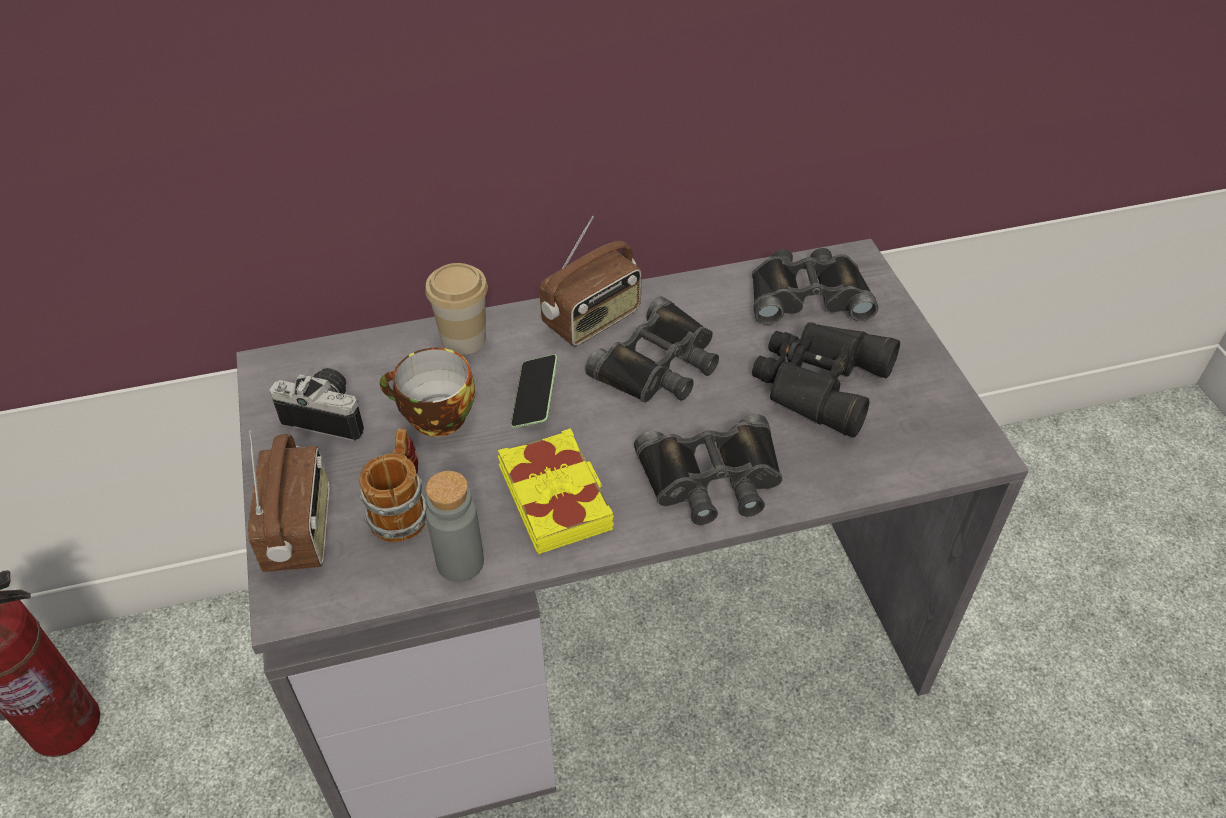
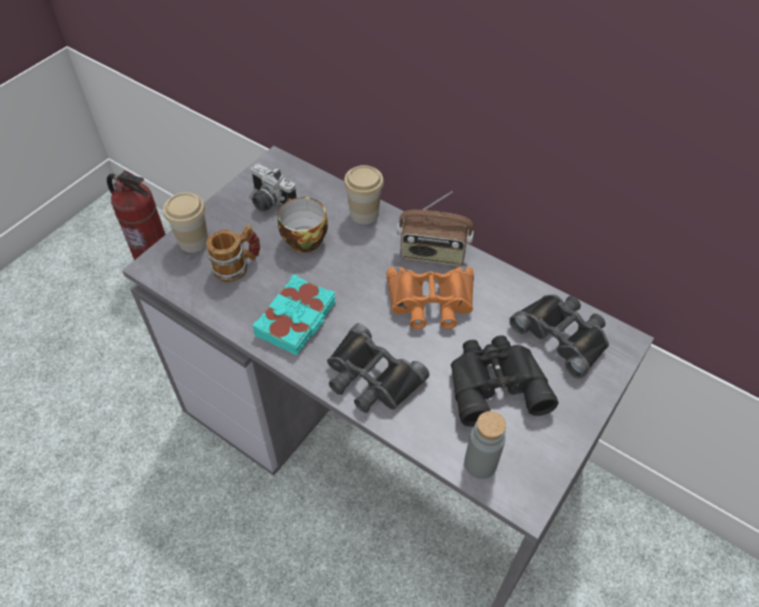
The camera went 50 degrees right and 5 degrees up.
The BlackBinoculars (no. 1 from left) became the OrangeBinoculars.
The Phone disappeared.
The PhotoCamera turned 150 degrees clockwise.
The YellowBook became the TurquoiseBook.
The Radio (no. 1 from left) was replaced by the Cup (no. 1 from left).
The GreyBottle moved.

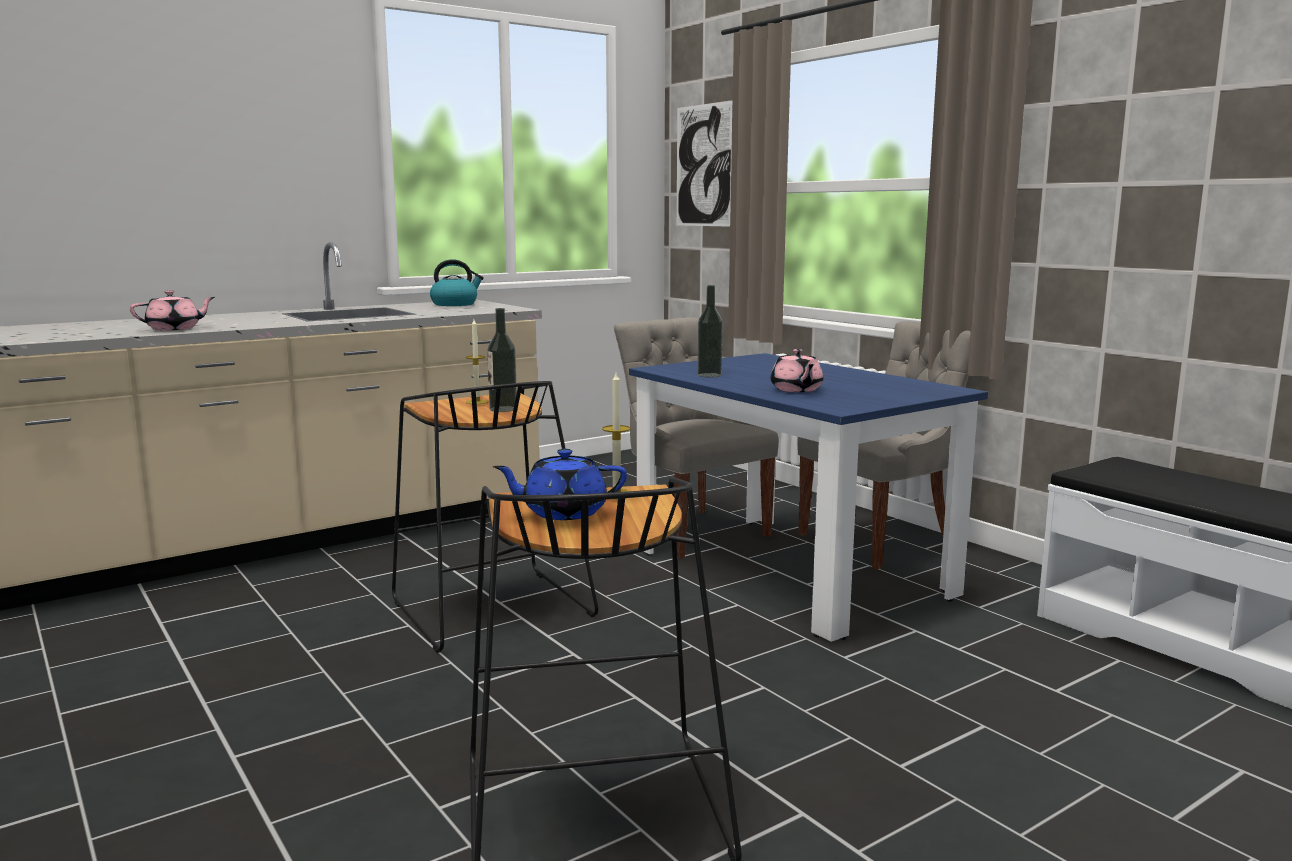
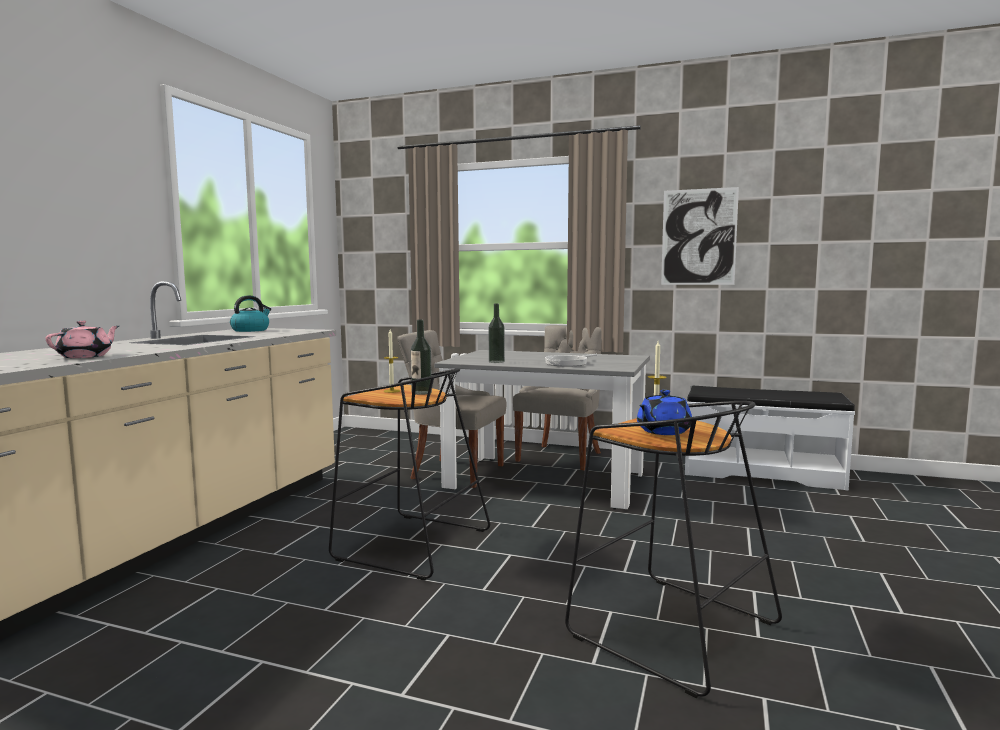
The camera went 35 degrees left and 5 degrees down.
The Picture moved.
The PinkTeapot (no. 2 from left) was replaced by the FryingPan.
The BlueDiningTable became the GreyDiningTable.

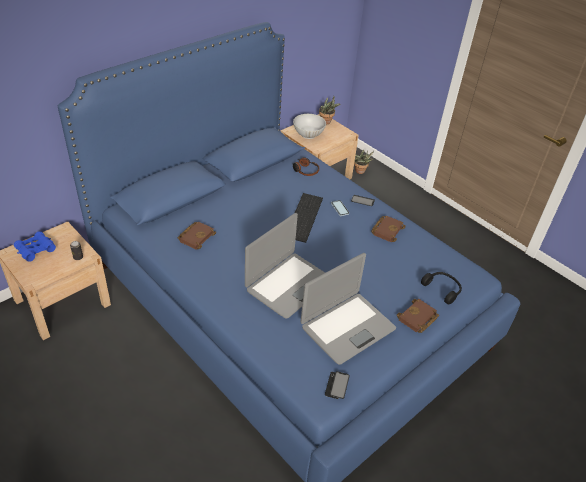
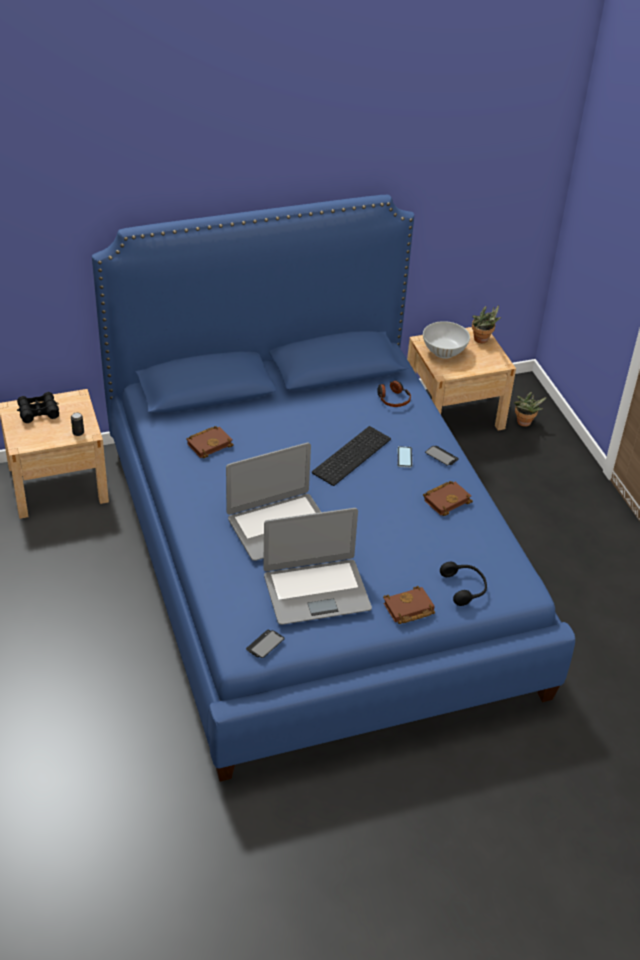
The camera went 25 degrees right and 0 degrees up.
The BlueBinoculars became the BlackBinoculars.

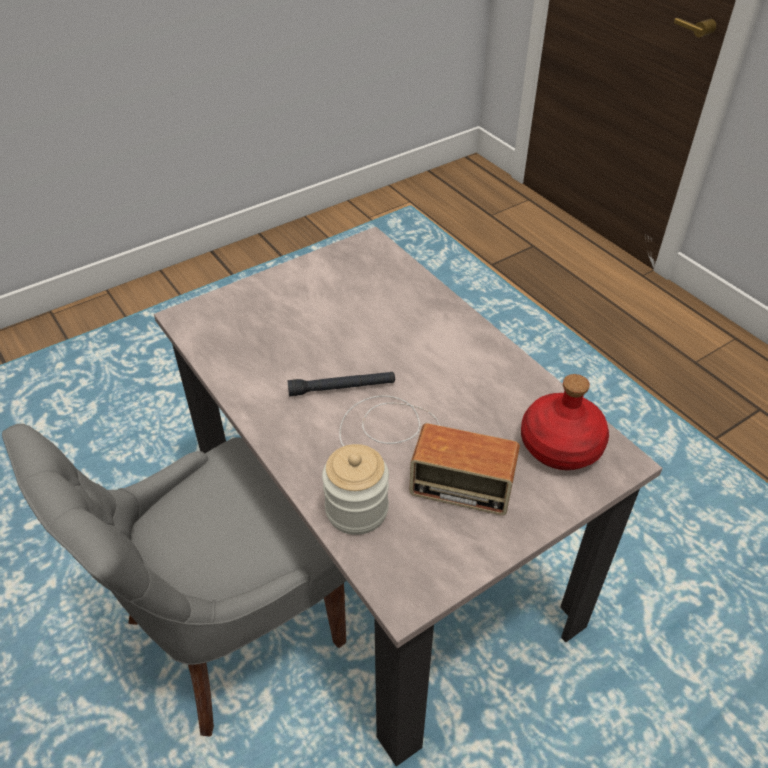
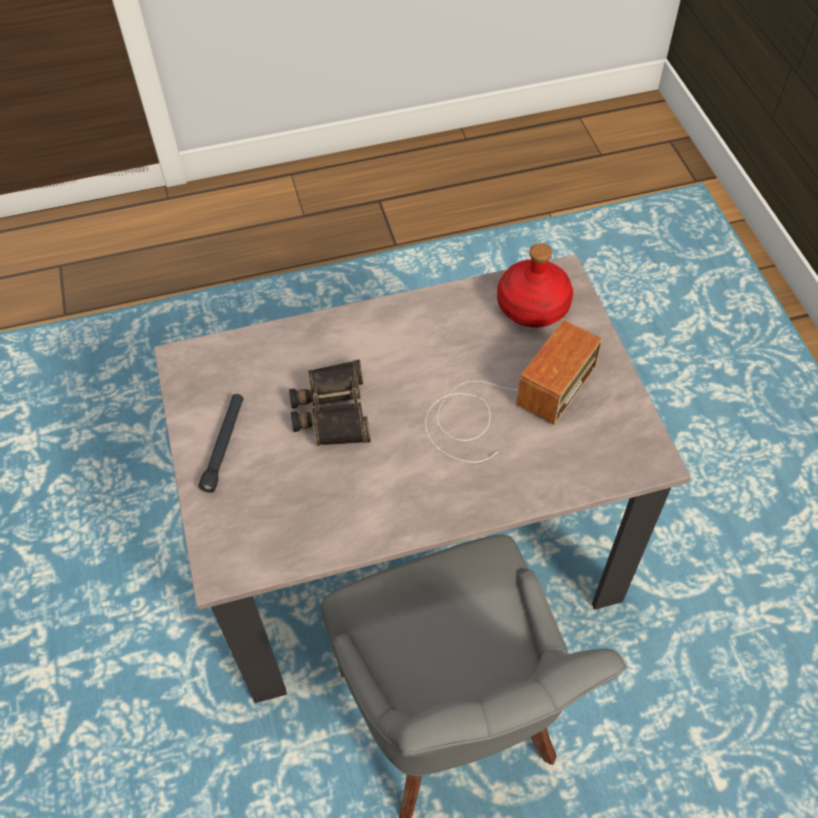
The camera went 70 degrees left and 10 degrees up.
The BlackFlashlight moved.
The Jar disappeared.
The Binoculars appeared.

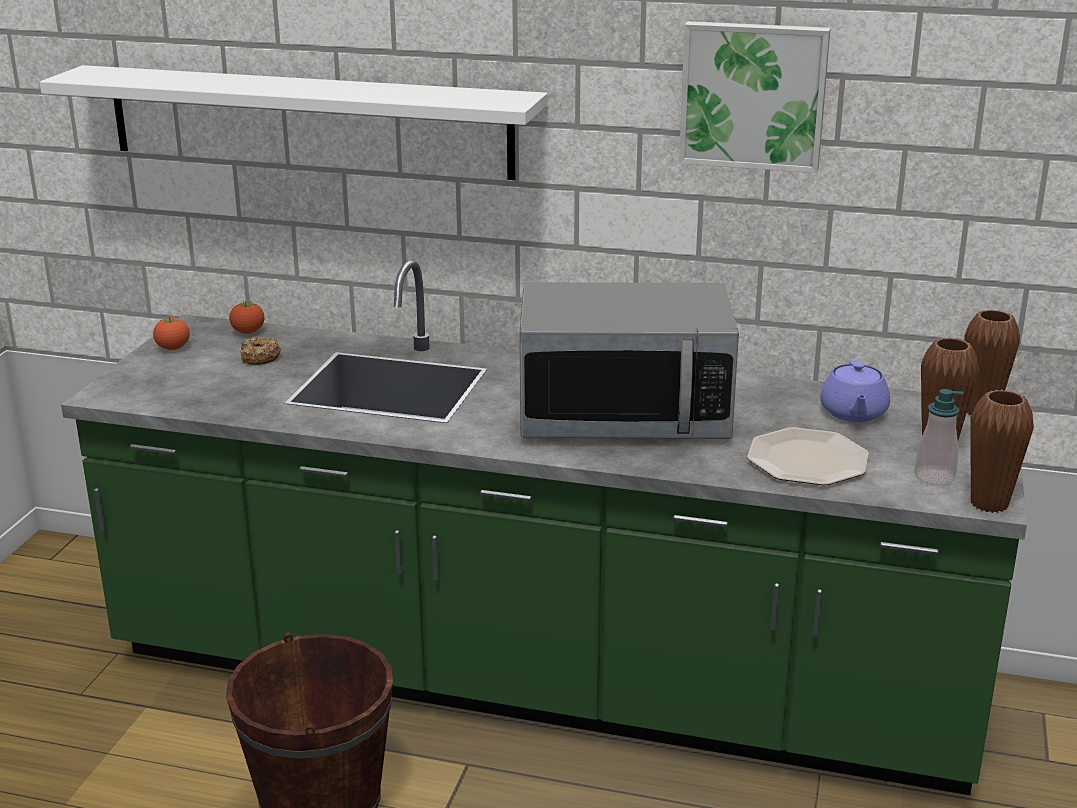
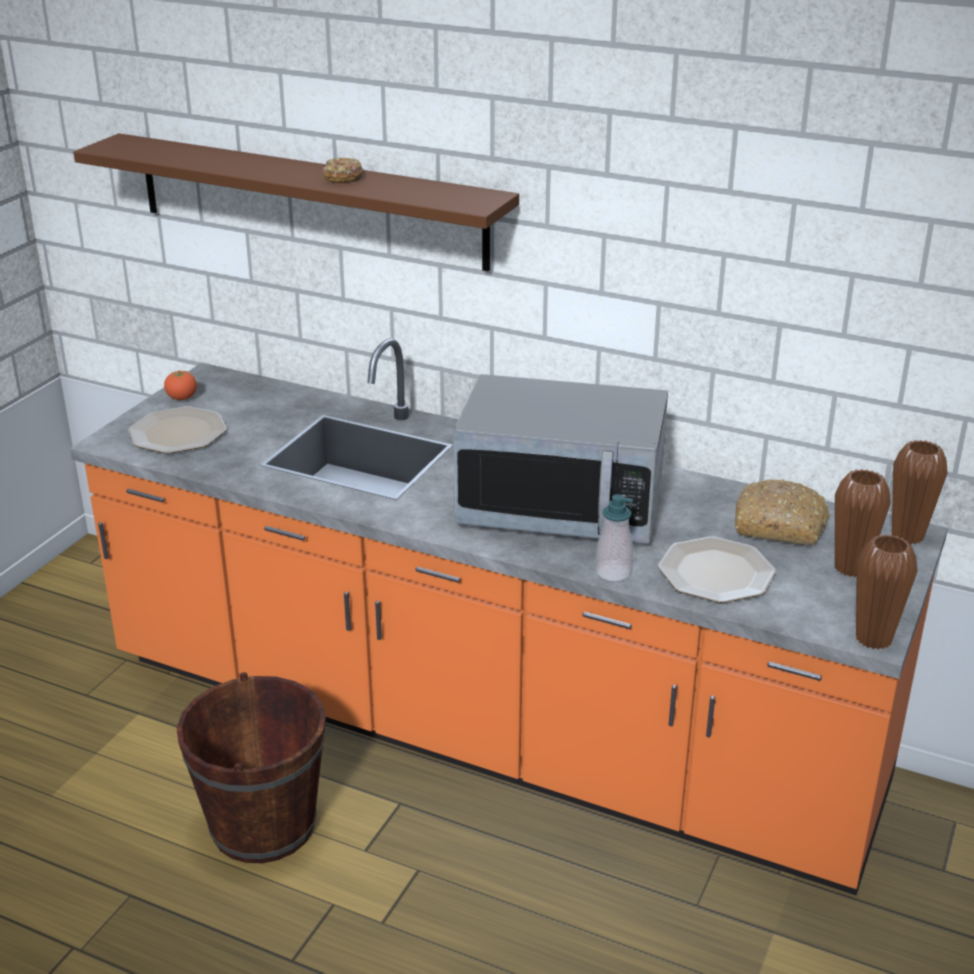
The camera went 10 degrees right and 5 degrees up.
The Picture disappeared.
The WhiteShelf became the BrownShelf.
The GreenCounter became the OrangeCounter.
The Tomato (no. 2 from left) disappeared.
The Donut moved.
The PurpleTeapot was replaced by the Bread.
The SoapDispenser moved.
The Plate (no. 1 from left) appeared.

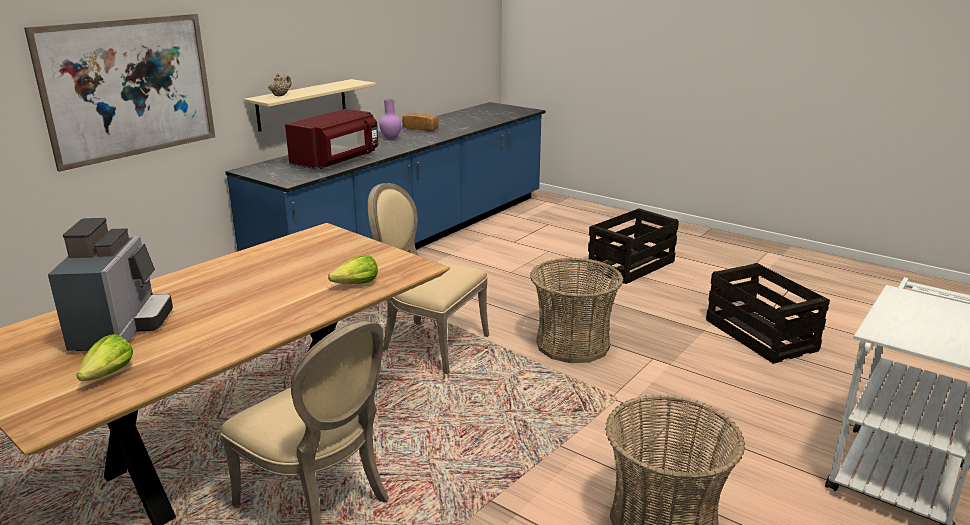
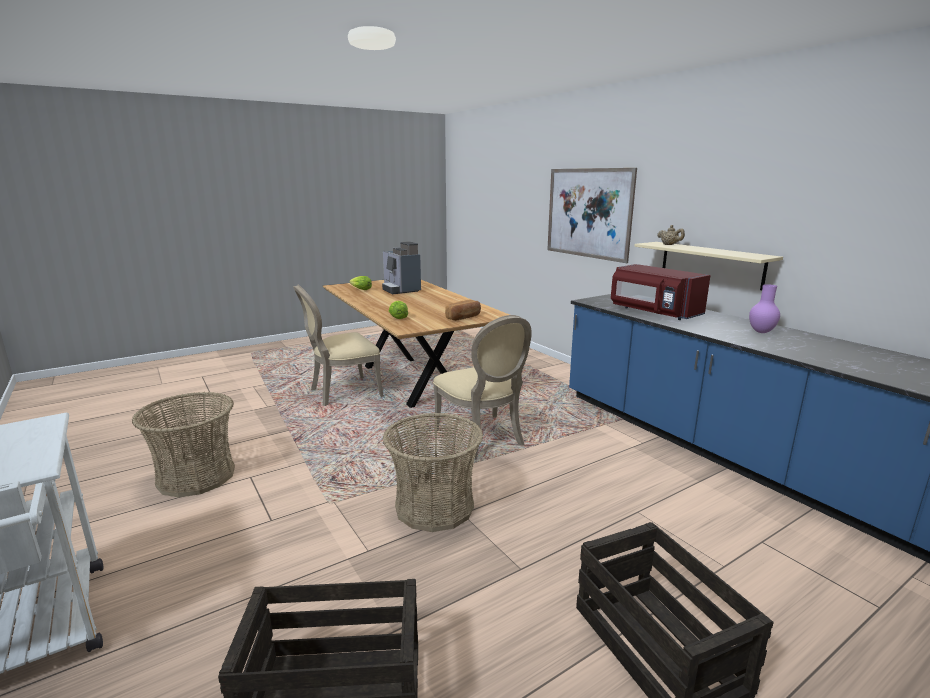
The camera went 110 degrees right and 5 degrees down.
The Bread moved.
The BeigeChair (no. 2 from left) turned 105 degrees clockwise.
The CoffeeMachine turned 45 degrees clockwise.

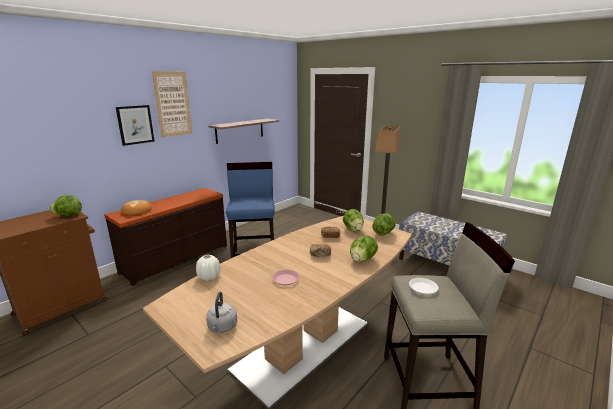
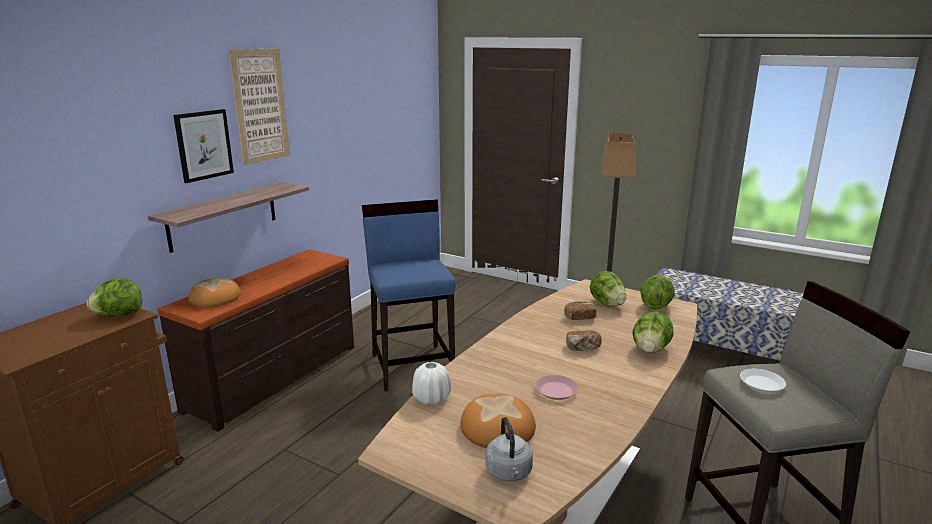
The camera went 10 degrees left and 0 degrees up.
The Shelf moved.
The Bread (no. 2 from left) appeared.

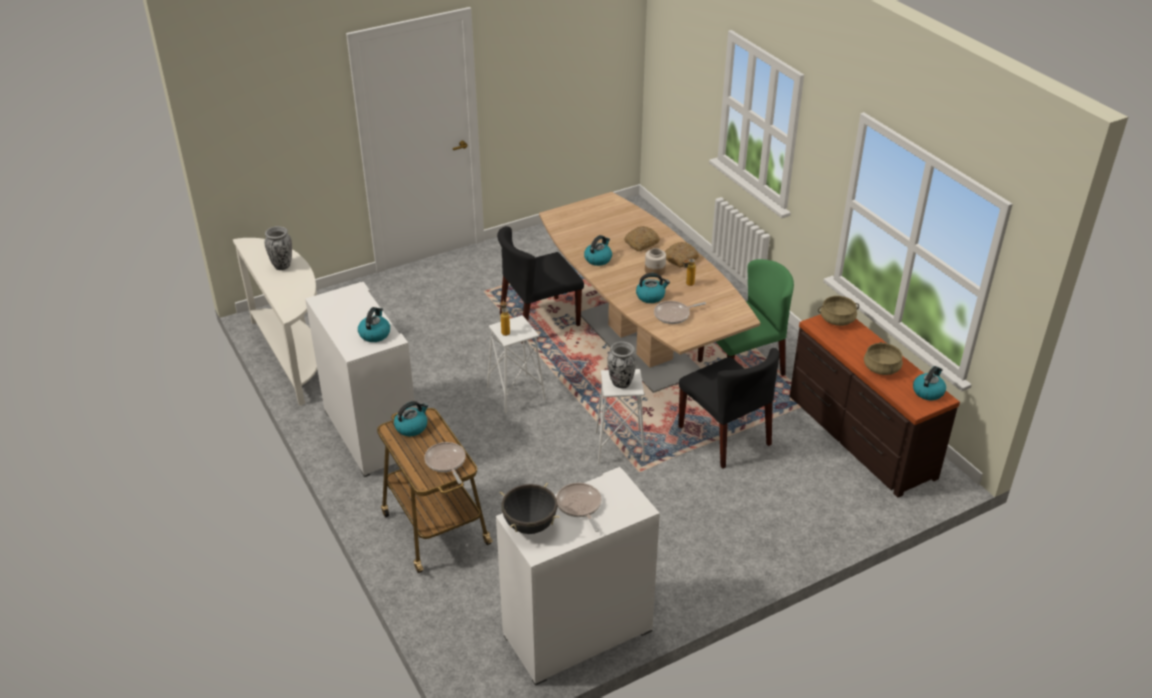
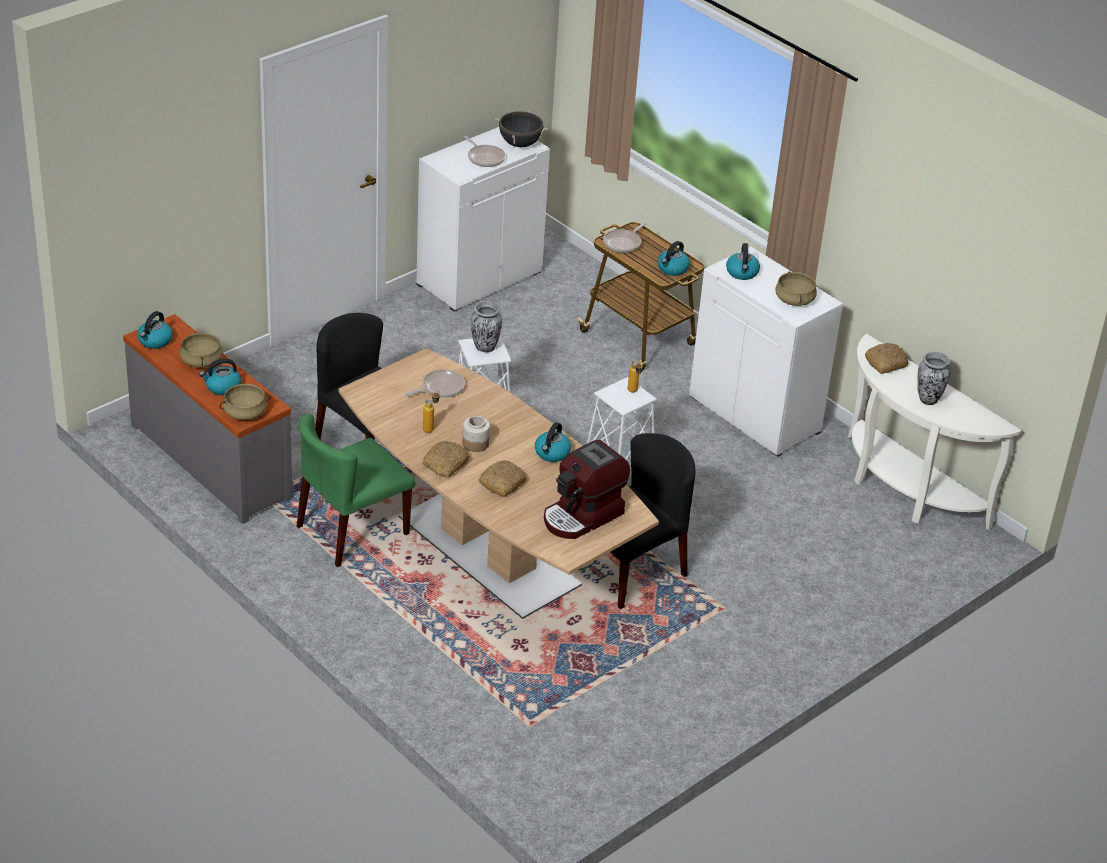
The camera went 165 degrees right and 0 degrees up.
The Kettle (no. 4 from left in the first image) moved.
The BrownDresser became the GreyDresser.
The FryingPan (no. 1 from left in the first image) turned 75 degrees clockwise.
The BeigeCookingPot (no. 3 from left) appeared.
The Bread (no. 3 from left) appeared.
The CoffeeMachine appeared.

